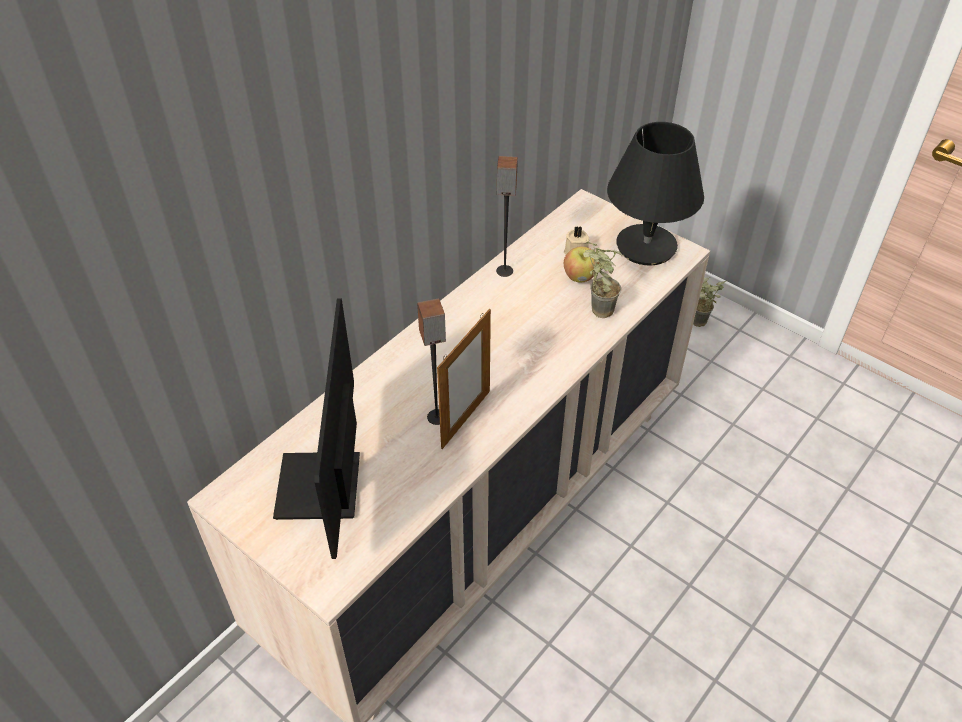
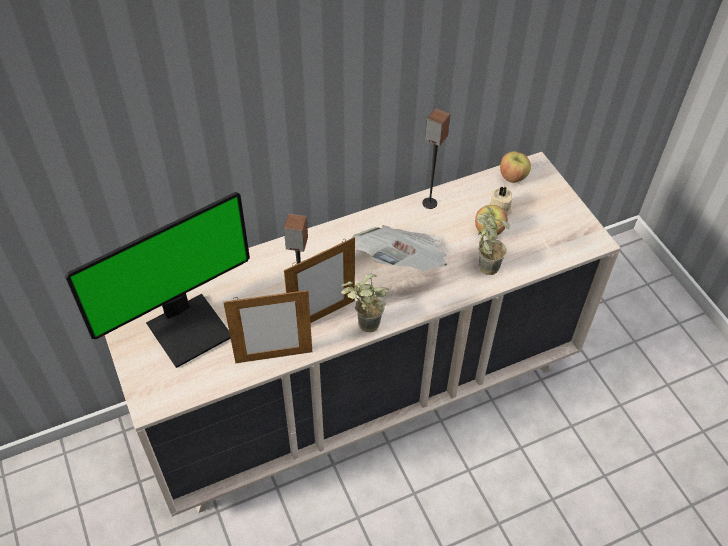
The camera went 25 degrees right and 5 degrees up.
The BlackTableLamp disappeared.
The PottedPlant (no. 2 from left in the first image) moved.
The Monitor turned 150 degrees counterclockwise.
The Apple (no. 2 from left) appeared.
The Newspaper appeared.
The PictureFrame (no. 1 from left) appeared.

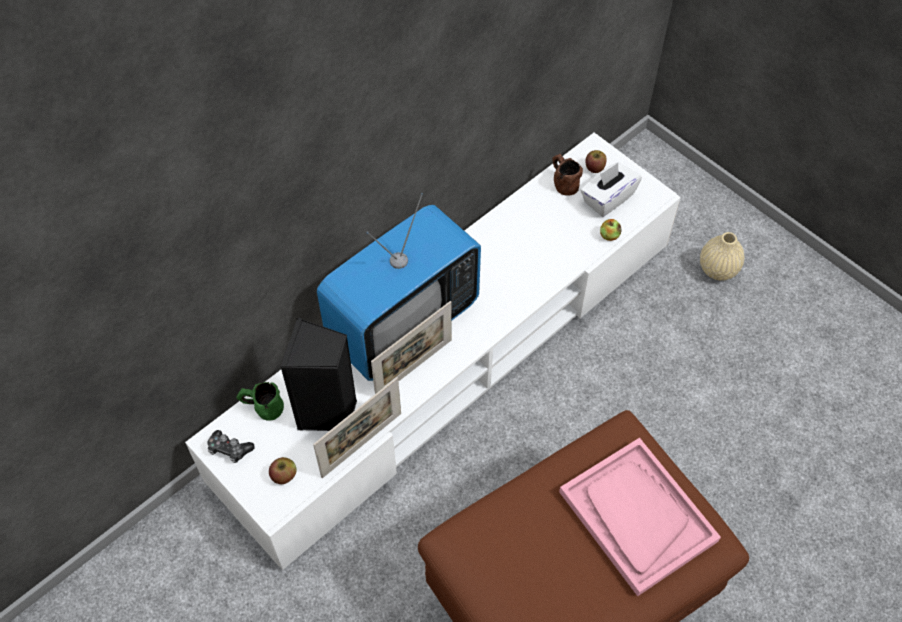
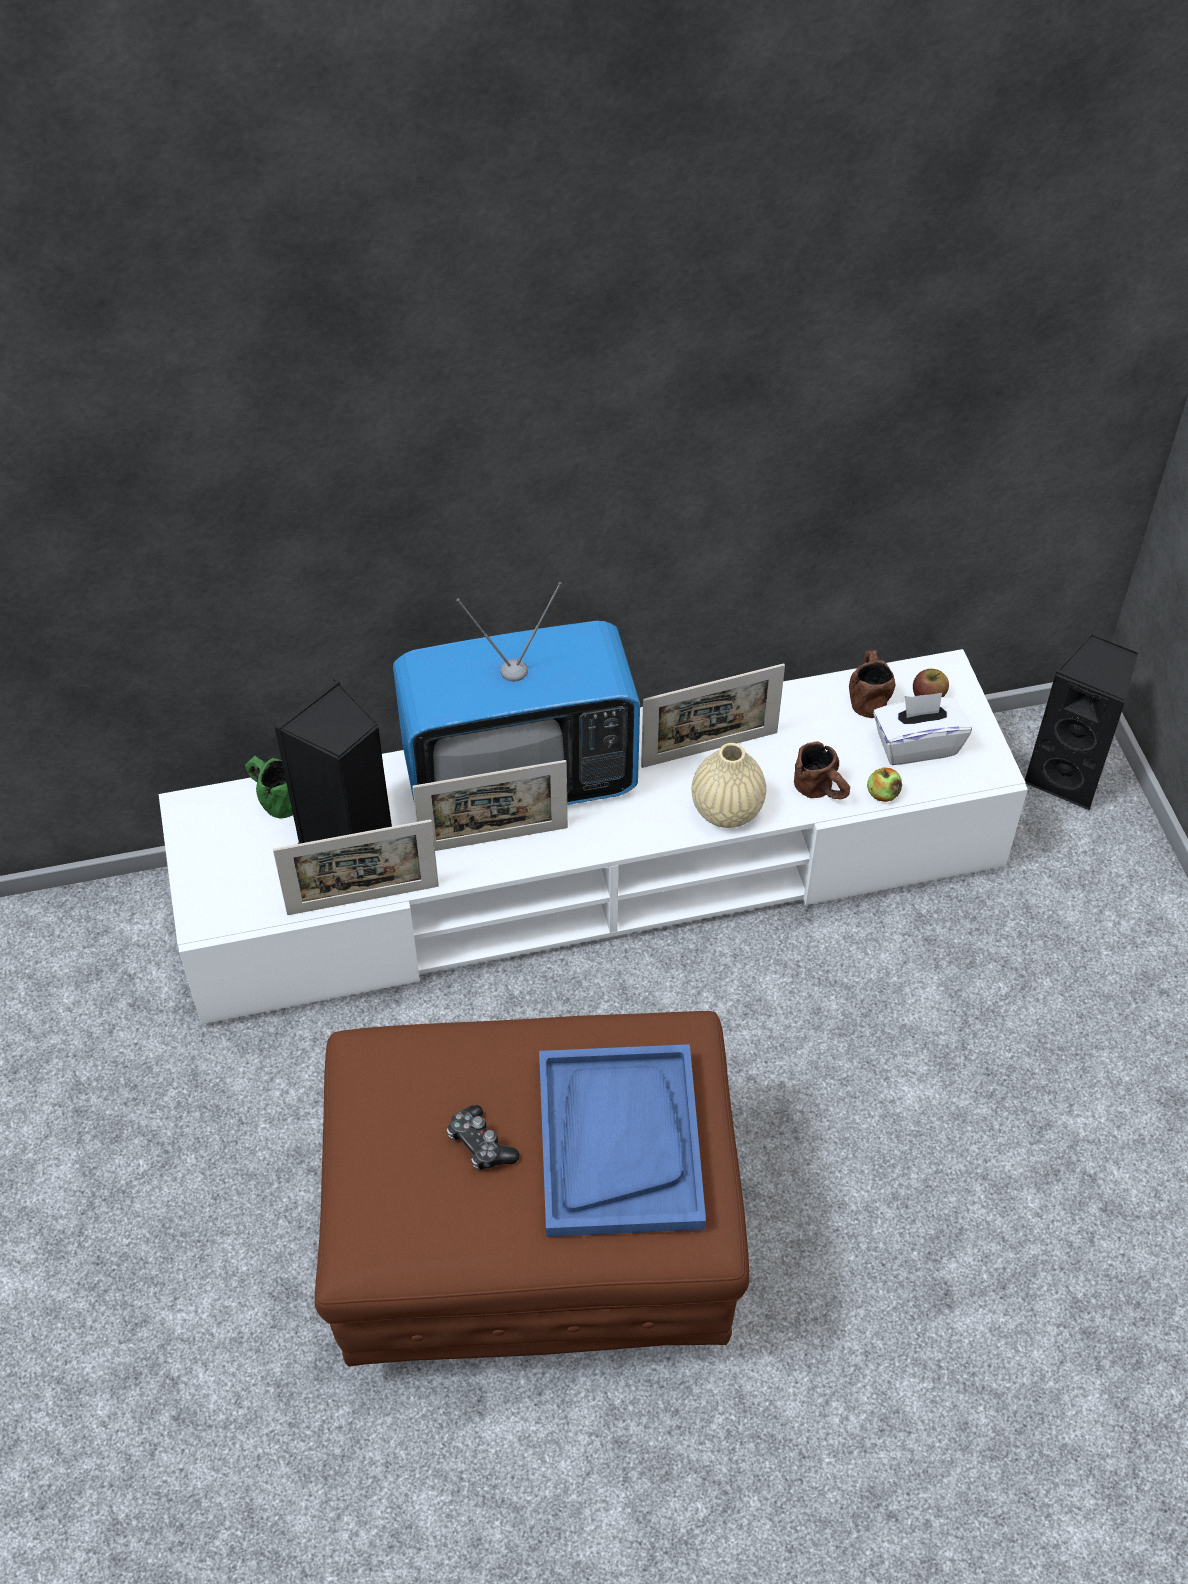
The camera went 30 degrees right and 5 degrees down.
The BeigeVase moved.
The GameController moved.
The PinkTray became the BlueTray.
The Apple (no. 1 from left) disappeared.
The BlackSpeaker (no. 2 from left) appeared.
The PictureFrame (no. 3 from left) appeared.
The BrownMug (no. 1 from left) appeared.

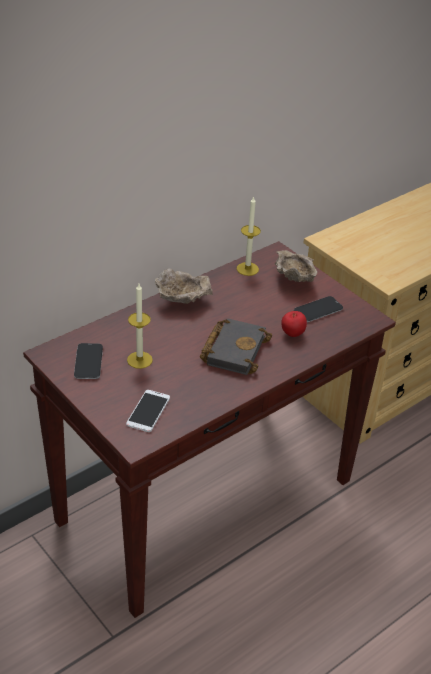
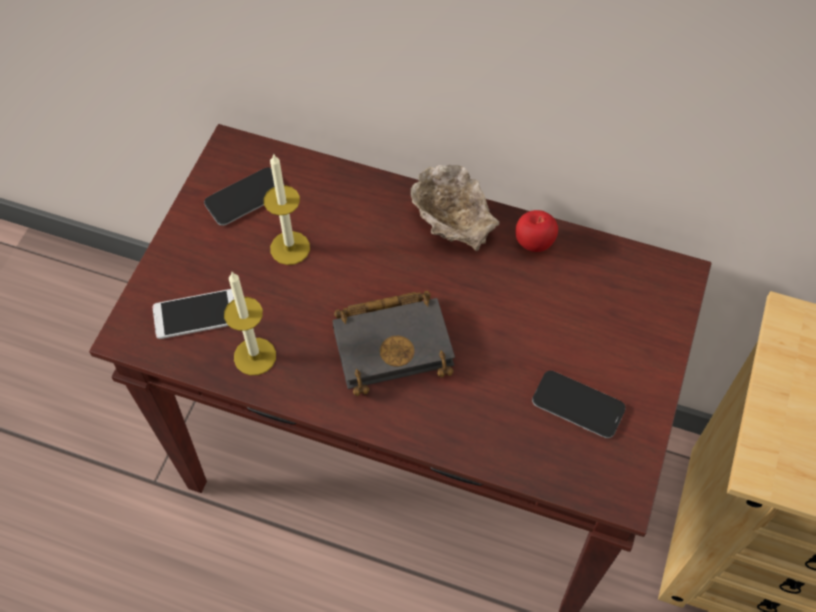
The camera went 60 degrees right and 20 degrees up.
The Candle (no. 2 from left in the first image) moved.
The BeigeBowl (no. 2 from left) disappeared.
The Apple moved.

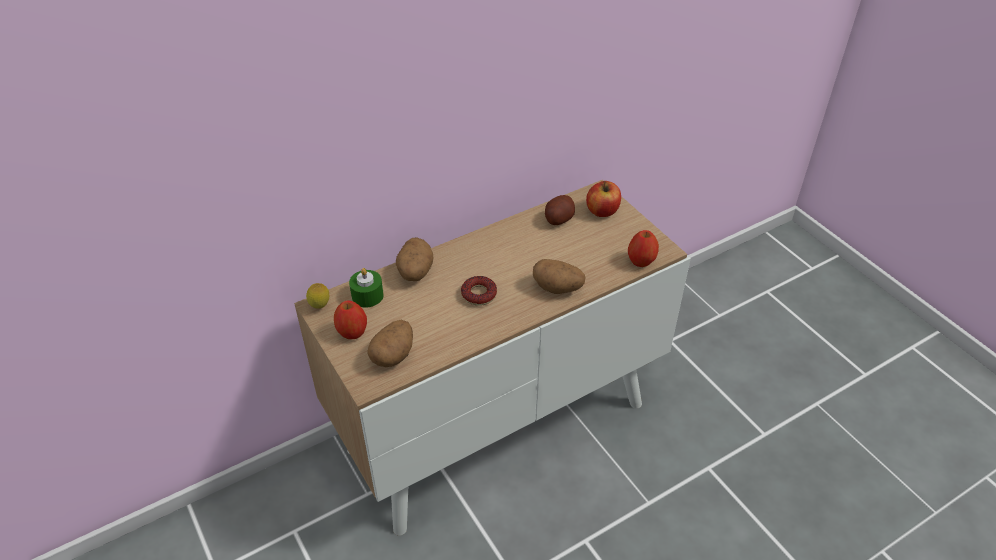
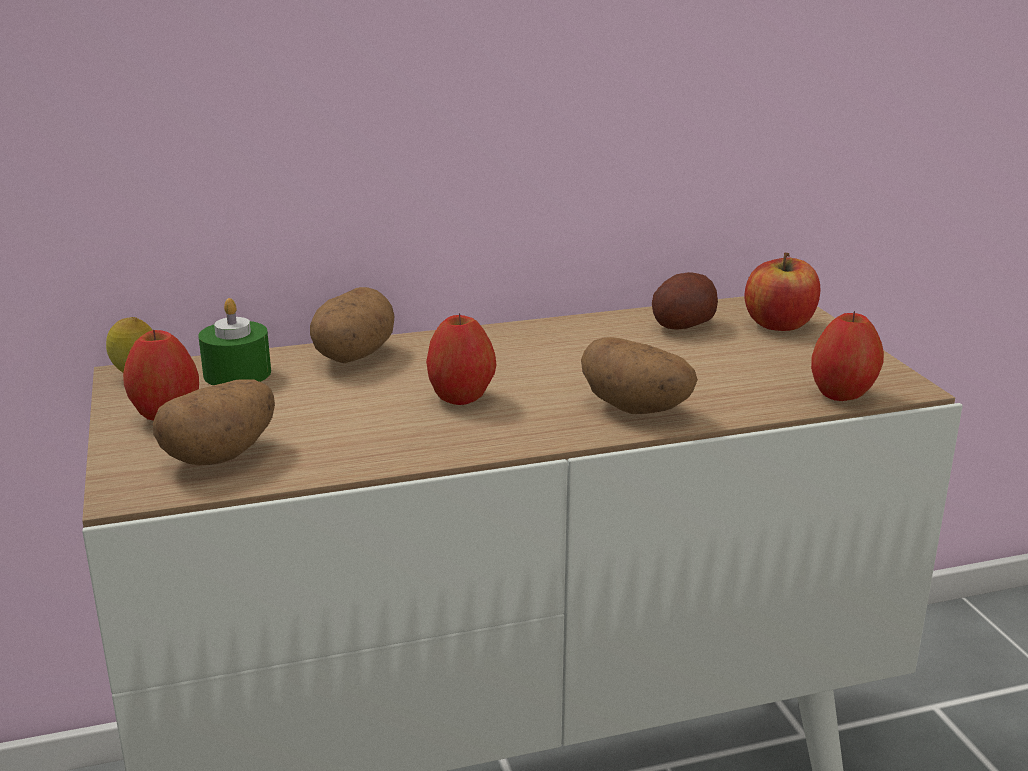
The camera went 15 degrees right and 20 degrees down.
The Donut was replaced by the Apple (no. 2 from left).

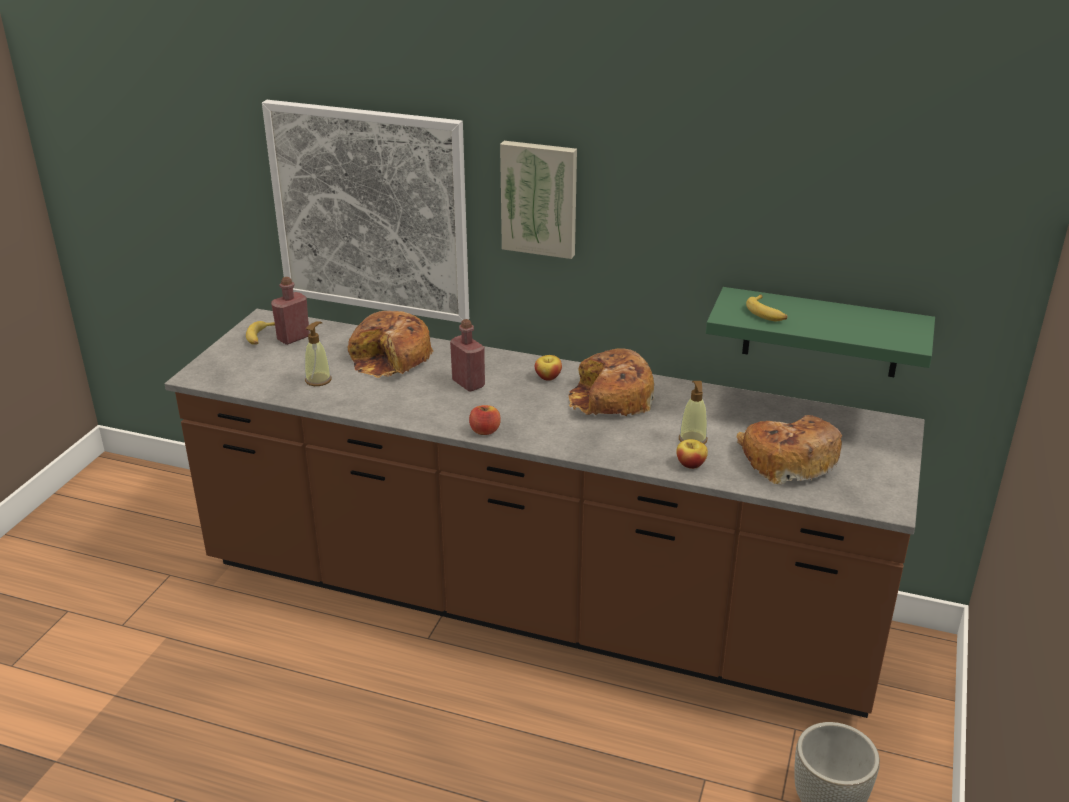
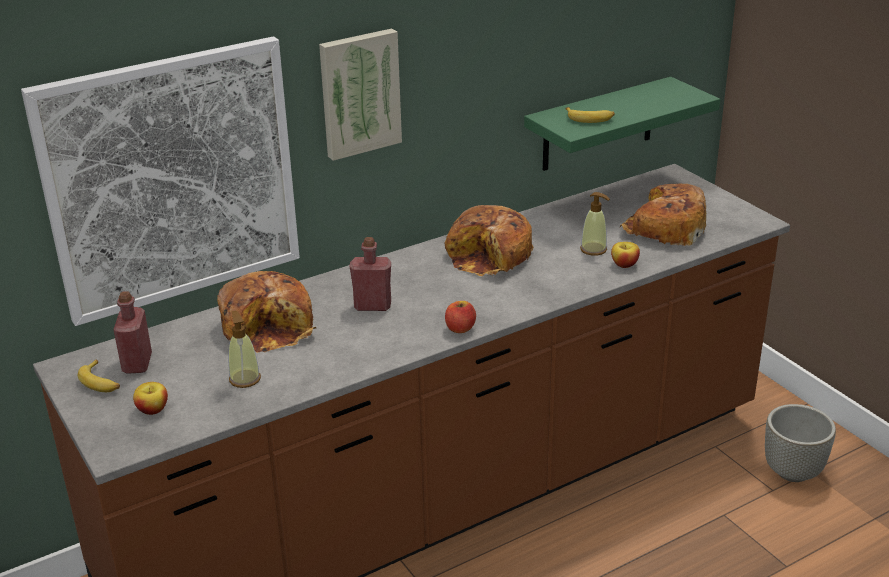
The camera went 50 degrees left and 0 degrees up.
The Apple (no. 2 from left in the first image) moved.

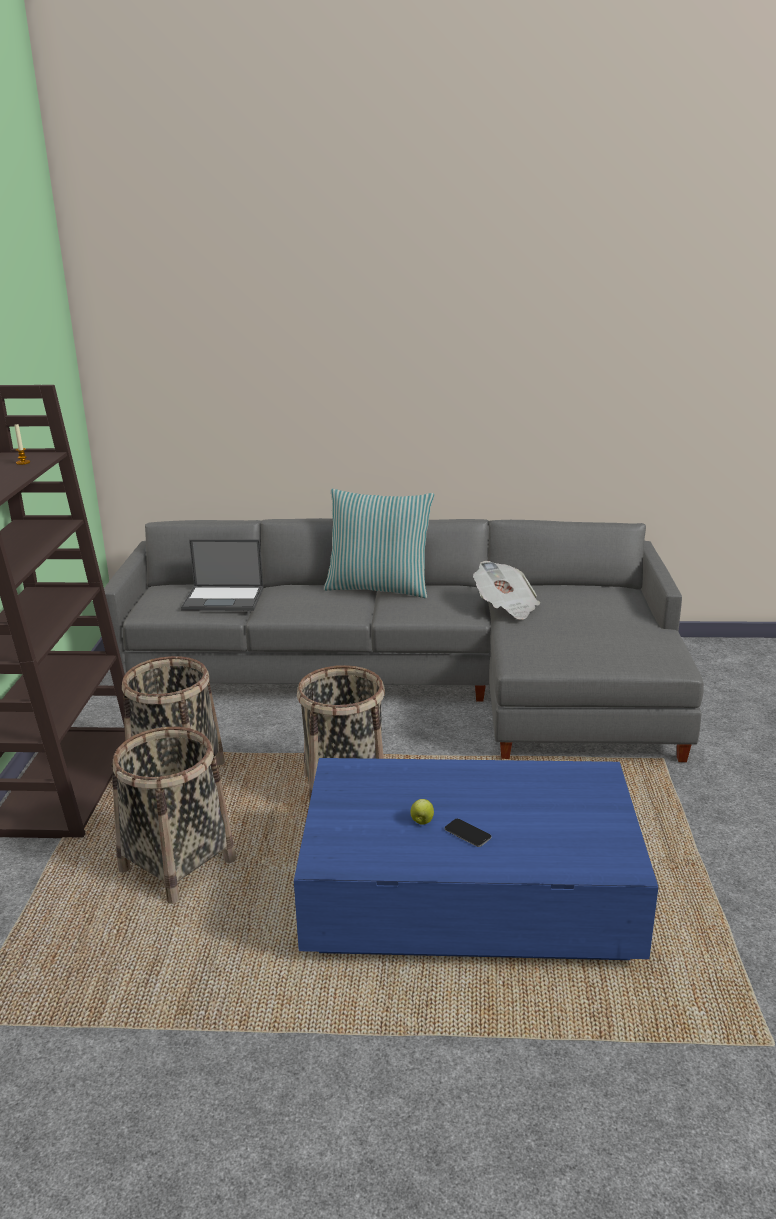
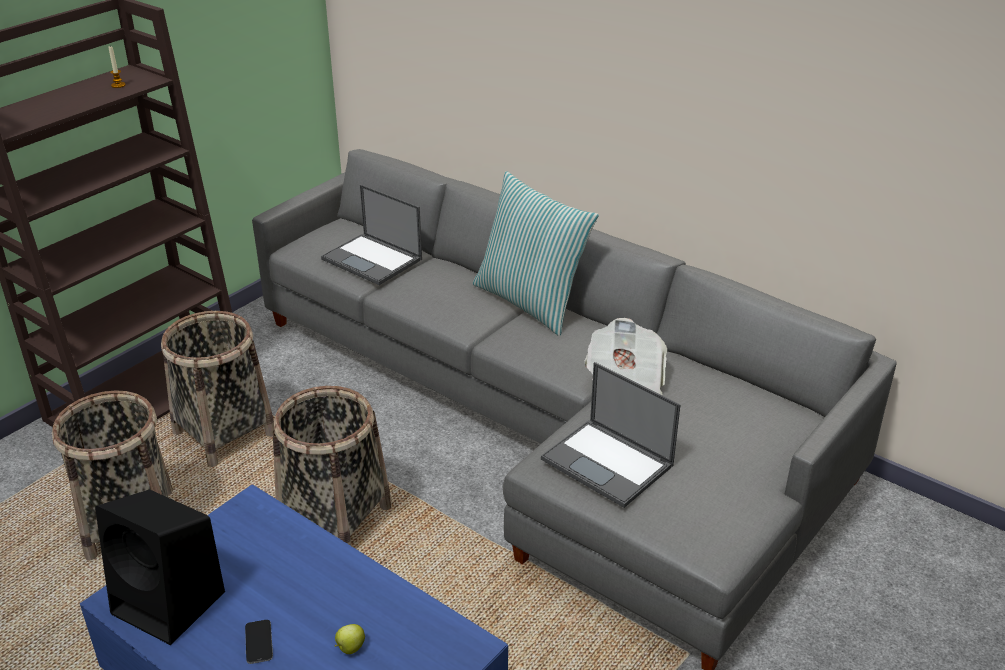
The camera went 35 degrees right and 10 degrees up.
The Apple moved.
The Laptop (no. 2 from left) appeared.
The BlackSpeaker appeared.

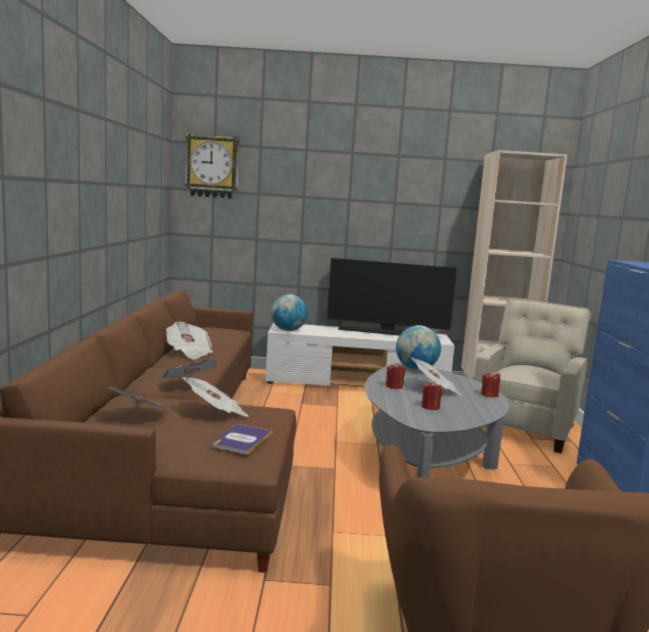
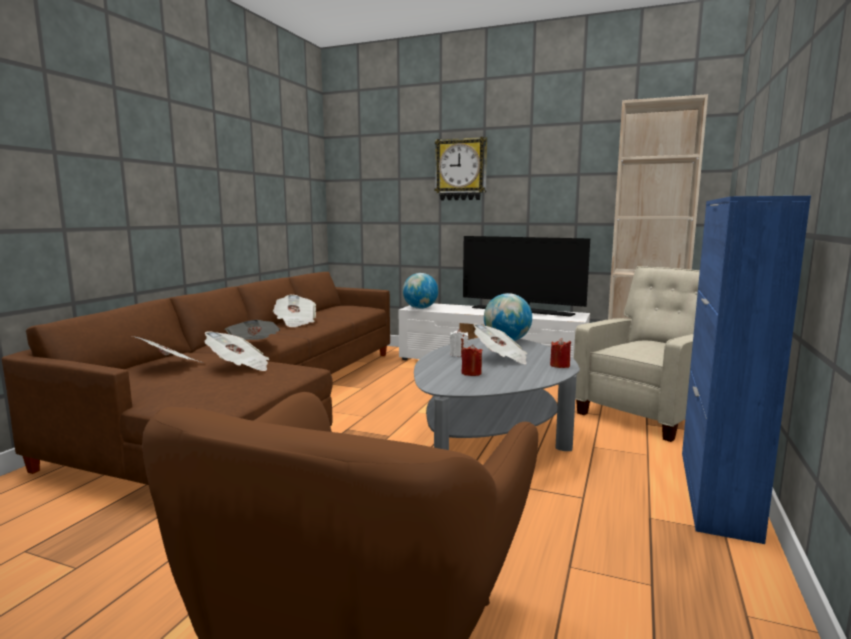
The camera went 20 degrees right and 0 degrees up.
The WallClock moved.
The RedCandle (no. 1 from left) became the WhiteCandle.
The Book disappeared.

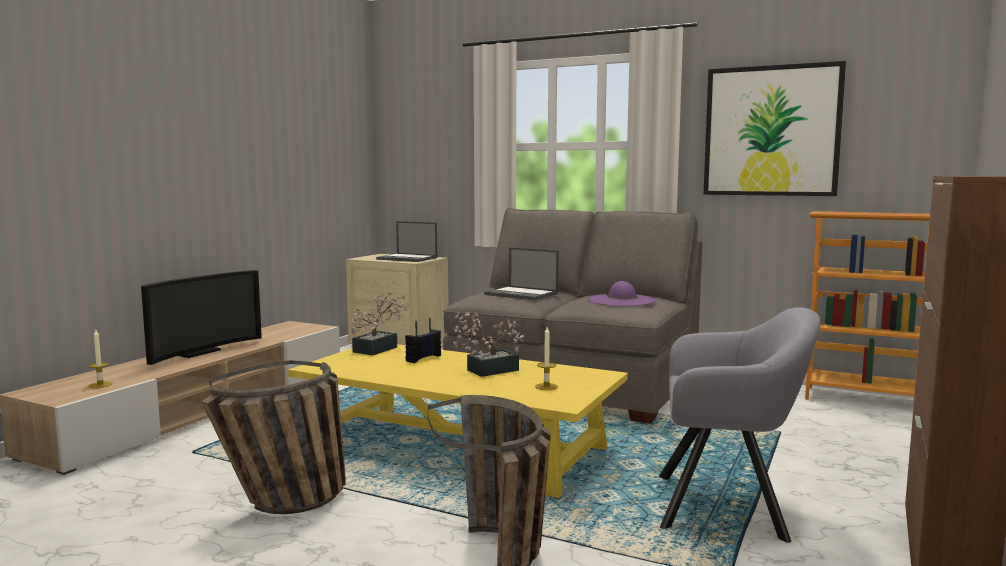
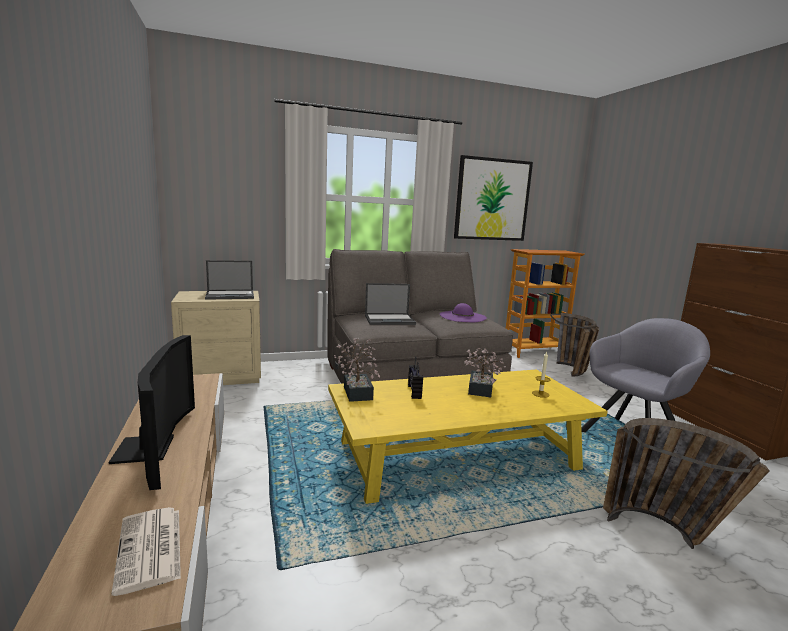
The camera went 45 degrees left and 5 degrees up.
The Candle (no. 1 from left) was replaced by the Newspaper.
The Basket (no. 1 from left) moved.

